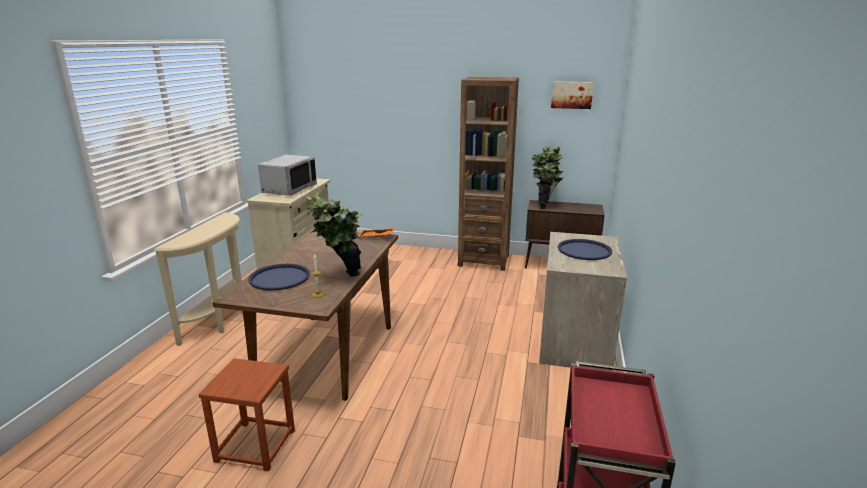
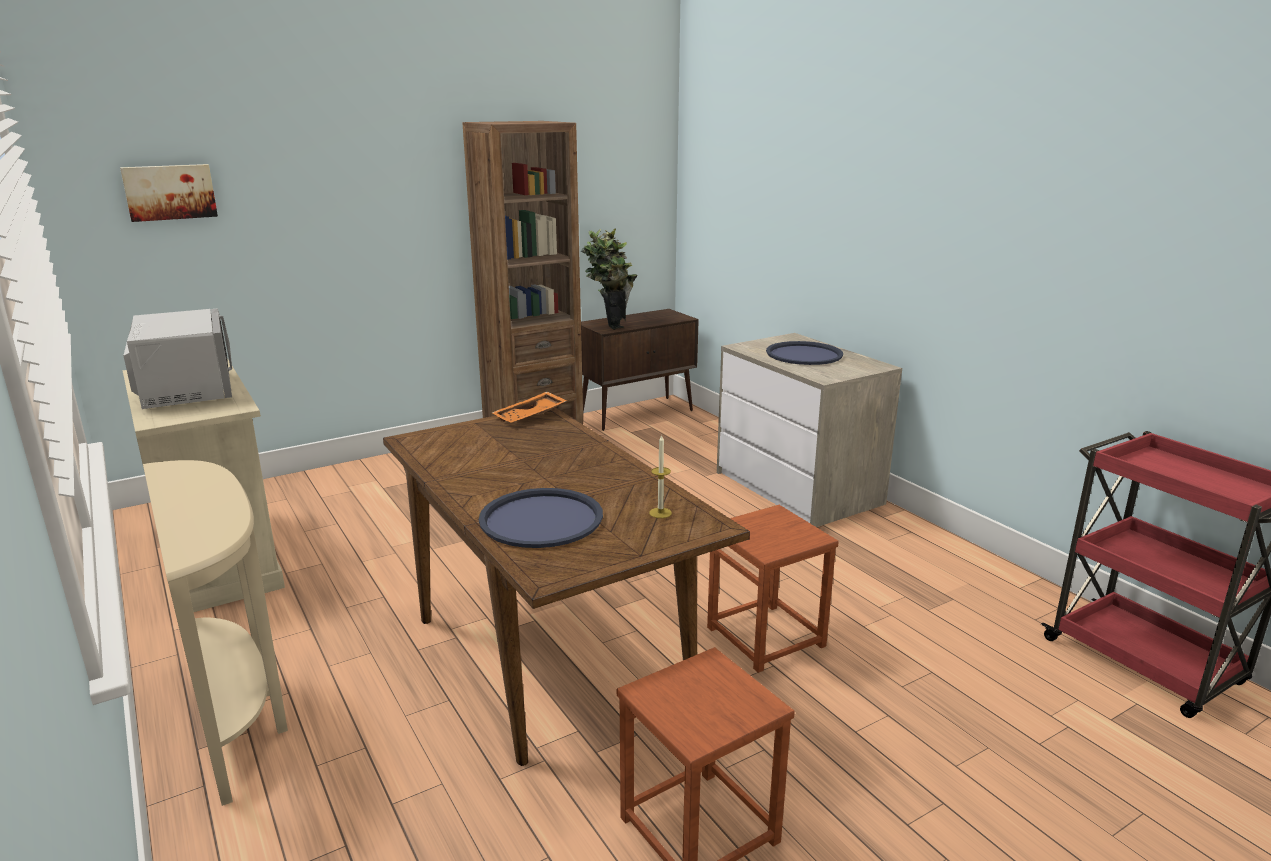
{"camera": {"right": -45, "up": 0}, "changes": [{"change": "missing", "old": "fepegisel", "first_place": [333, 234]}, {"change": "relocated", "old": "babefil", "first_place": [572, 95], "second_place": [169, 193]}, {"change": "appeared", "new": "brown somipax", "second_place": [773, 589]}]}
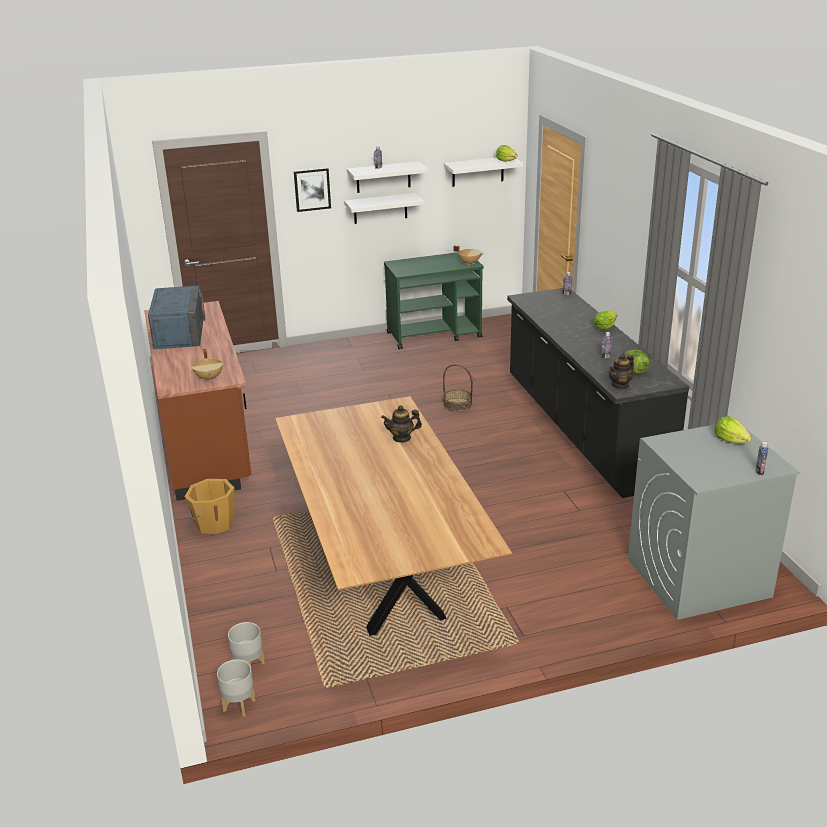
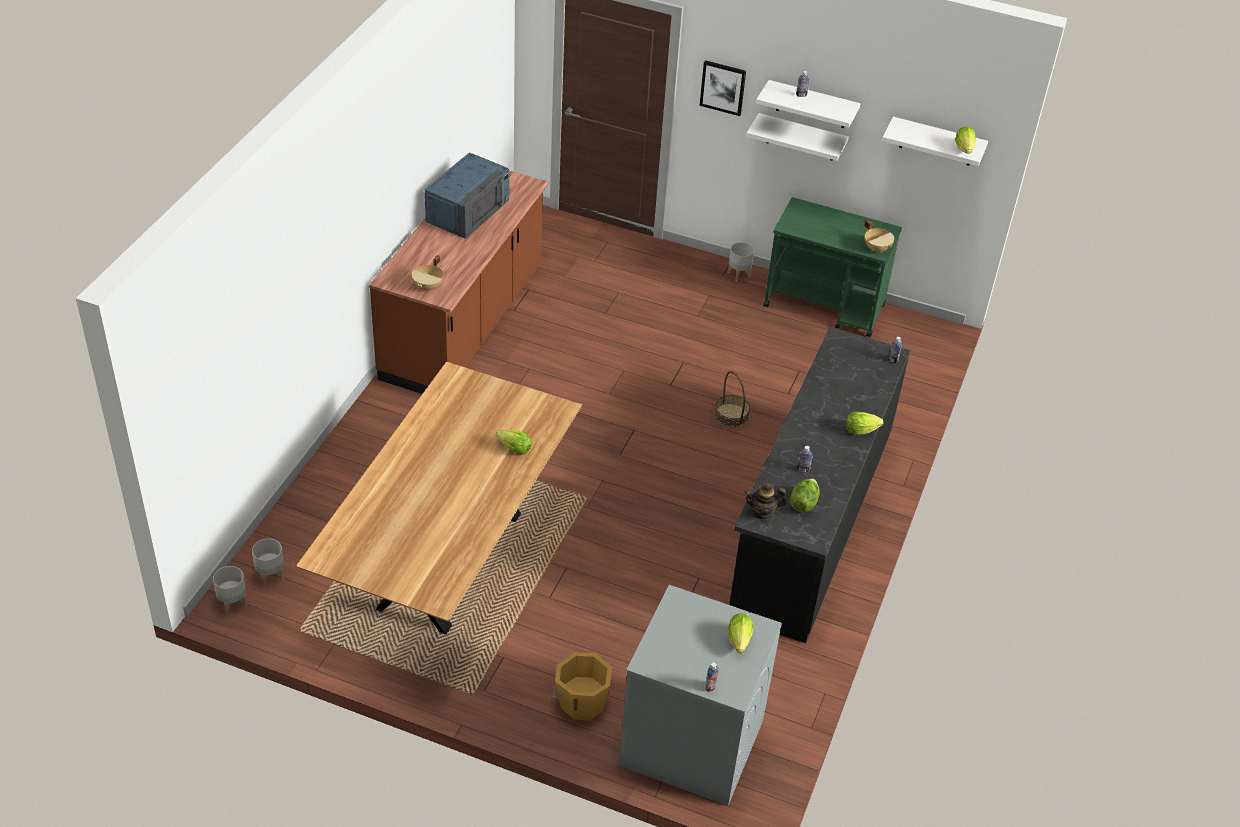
{"camera": {"right": 35, "up": 15}, "changes": [{"change": "relocated", "old": "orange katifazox", "first_place": [209, 506], "second_place": [582, 686]}, {"change": "exchanged", "old": "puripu", "new": "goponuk", "first_place": [401, 424], "second_place": [513, 442]}, {"change": "appeared", "new": "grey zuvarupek", "second_place": [741, 262]}]}
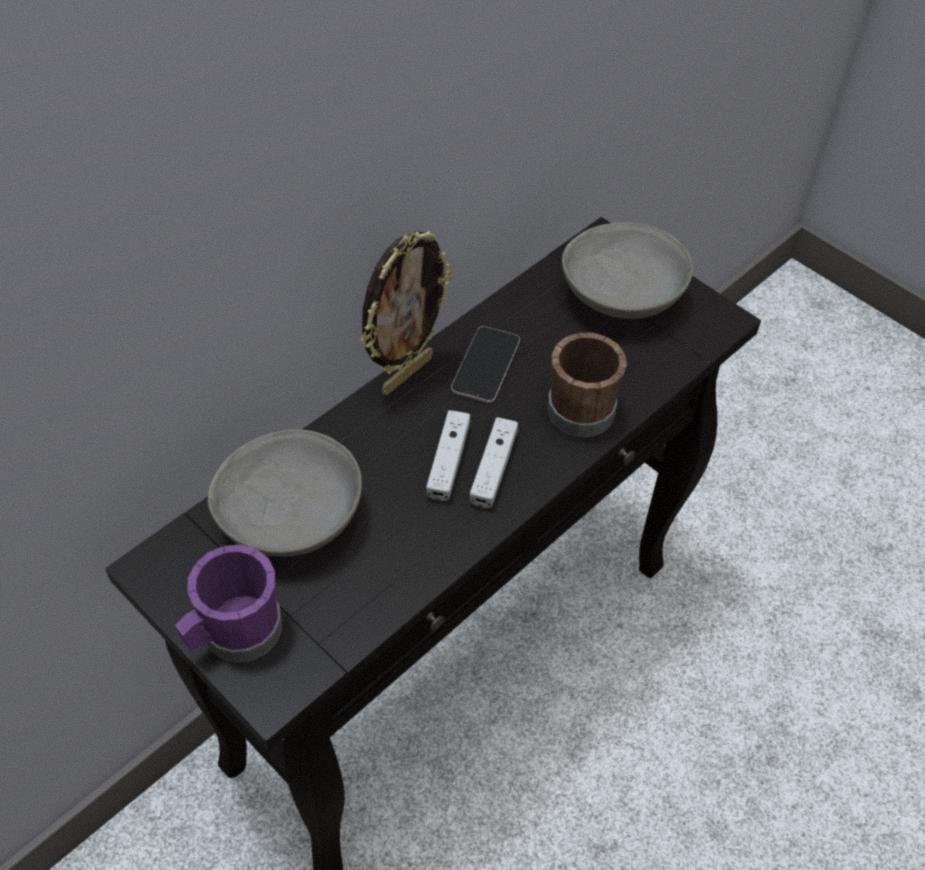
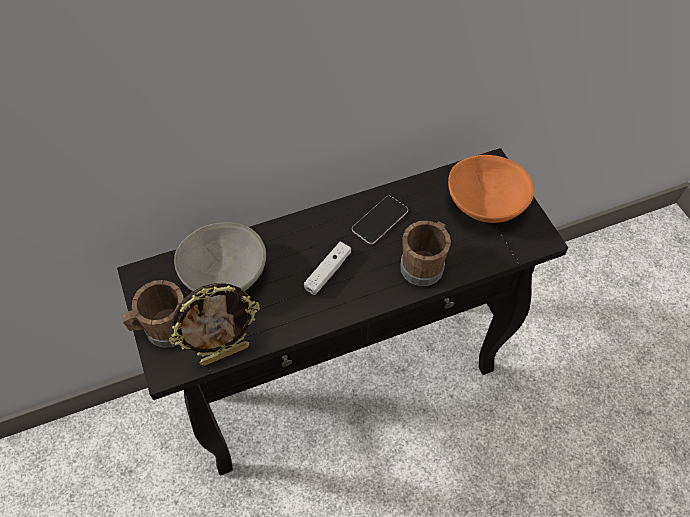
{"camera": {"right": 25, "up": 5}, "changes": [{"change": "colour", "old": "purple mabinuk", "new": "brown mabinuk", "first_place": [228, 604], "second_place": [153, 314]}, {"change": "relocated", "old": "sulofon", "first_place": [407, 312], "second_place": [214, 324]}, {"change": "missing", "old": "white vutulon", "first_place": [493, 462]}, {"change": "colour", "old": "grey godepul", "new": "orange godepul", "first_place": [627, 270], "second_place": [491, 189]}]}
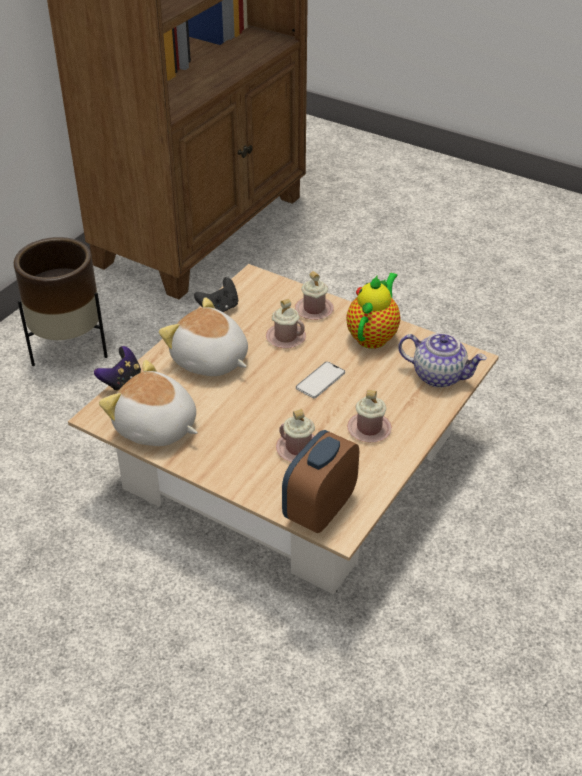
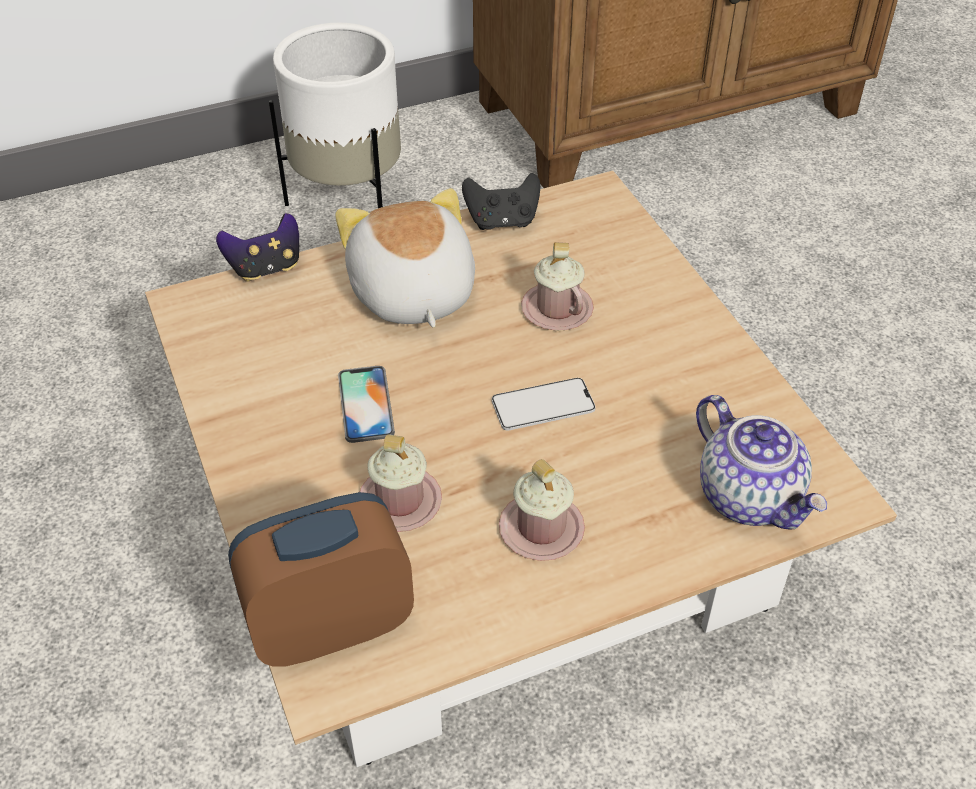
{"camera": {"right": 35, "up": 5}, "changes": [{"change": "colour", "old": "brown zuvarupek", "new": "white zuvarupek", "first_place": [61, 301], "second_place": [335, 115]}, {"change": "missing", "old": "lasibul", "first_place": [148, 403]}, {"change": "missing", "old": "pink mabinuk", "first_place": [314, 295]}, {"change": "missing", "old": "puripu", "first_place": [373, 311]}, {"change": "appeared", "new": "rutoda", "second_place": [366, 404]}]}
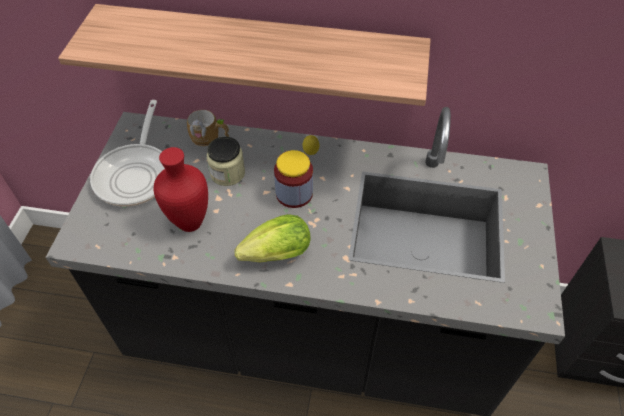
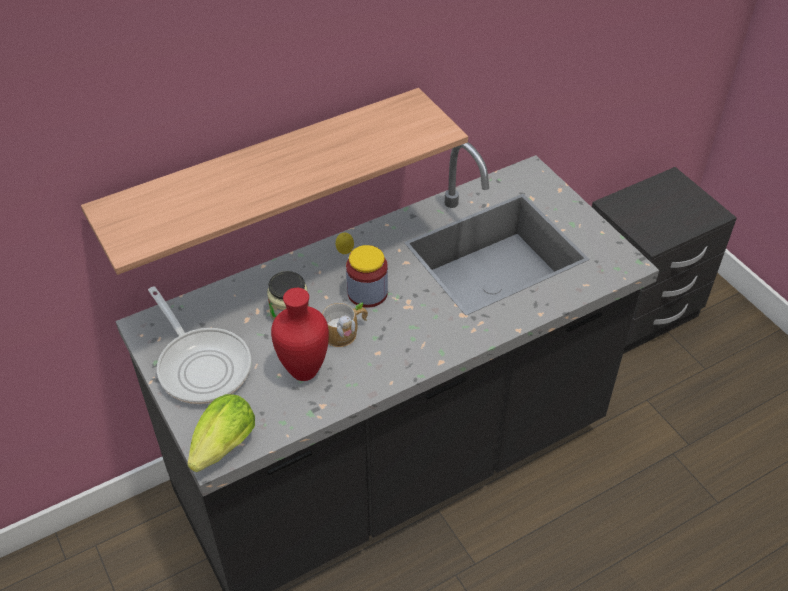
{"camera": {"right": -40, "up": -5}, "changes": [{"change": "relocated", "old": "mabinuk", "first_place": [208, 128], "second_place": [345, 324]}, {"change": "relocated", "old": "goponuk", "first_place": [272, 238], "second_place": [221, 433]}]}
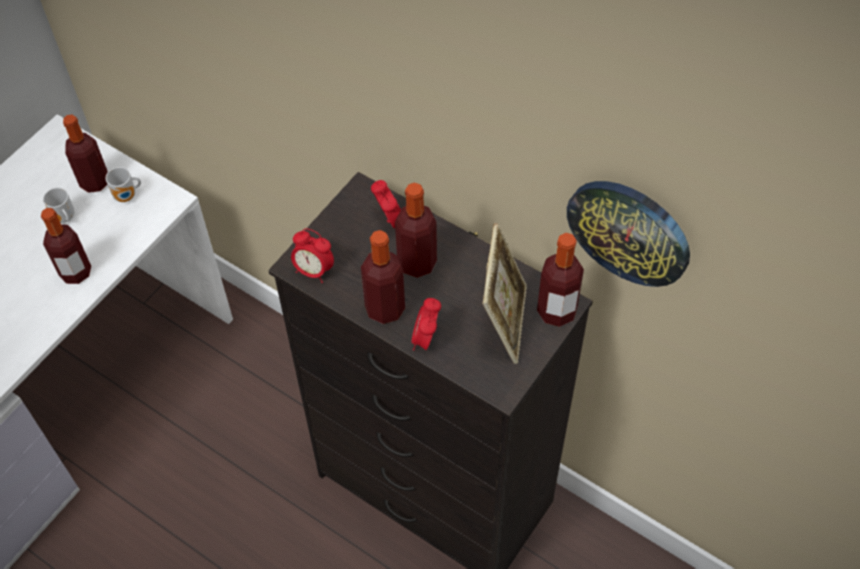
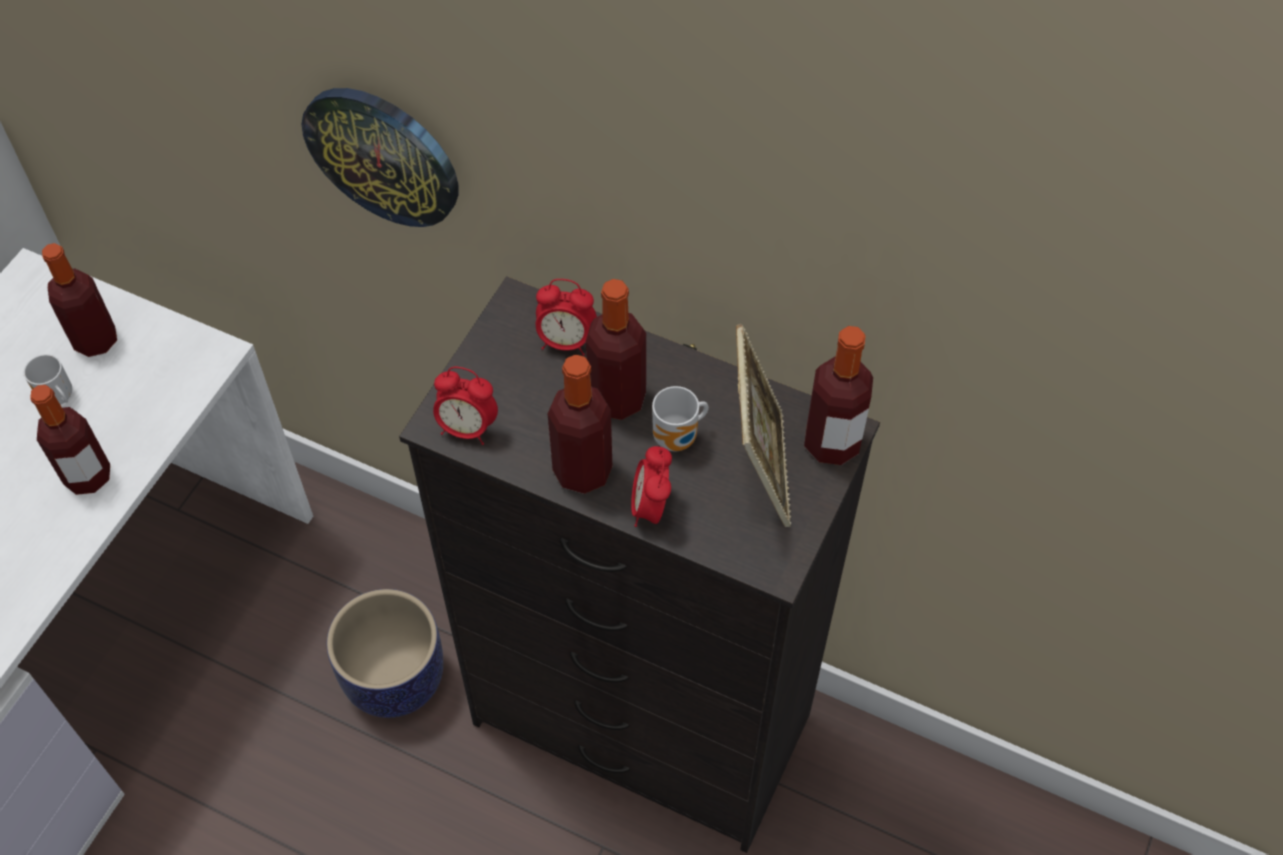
{"camera": {"right": -10, "up": 0}, "changes": [{"change": "relocated", "old": "mabinuk", "first_place": [123, 184], "second_place": [680, 418]}, {"change": "spun", "old": "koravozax", "first_place": [386, 204], "second_place": [566, 317], "degrees": 135}, {"change": "relocated", "old": "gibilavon", "first_place": [628, 234], "second_place": [379, 157]}, {"change": "appeared", "new": "zuvarupek", "second_place": [385, 653]}]}
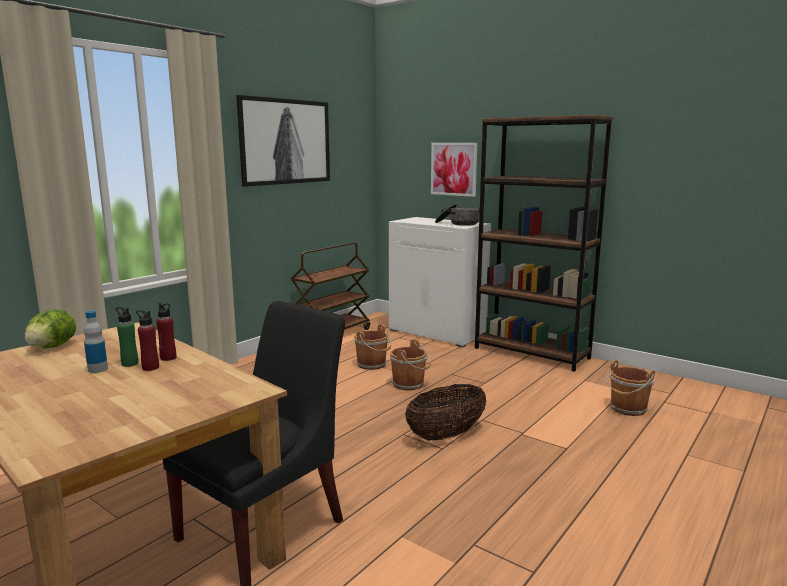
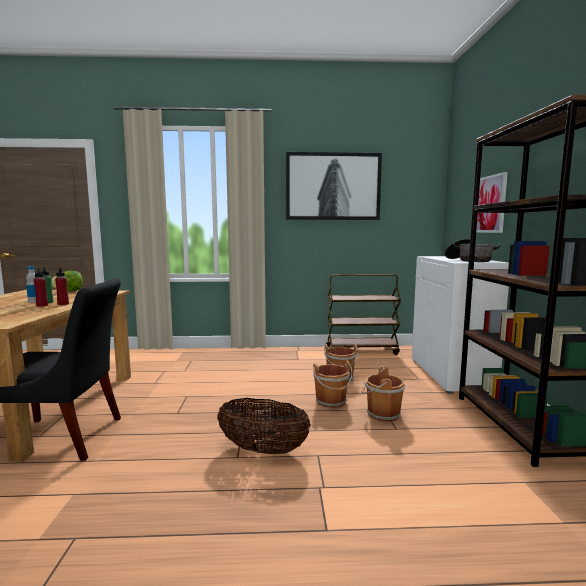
{"camera": {"right": 50, "up": -5}, "changes": [{"change": "relocated", "old": "brown katifazox", "first_place": [630, 388], "second_place": [383, 394]}]}
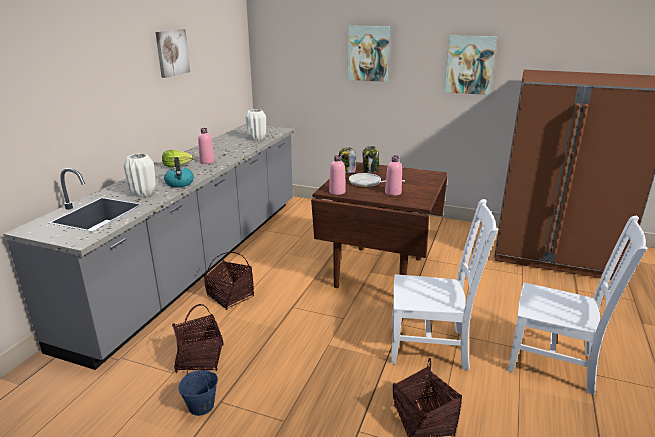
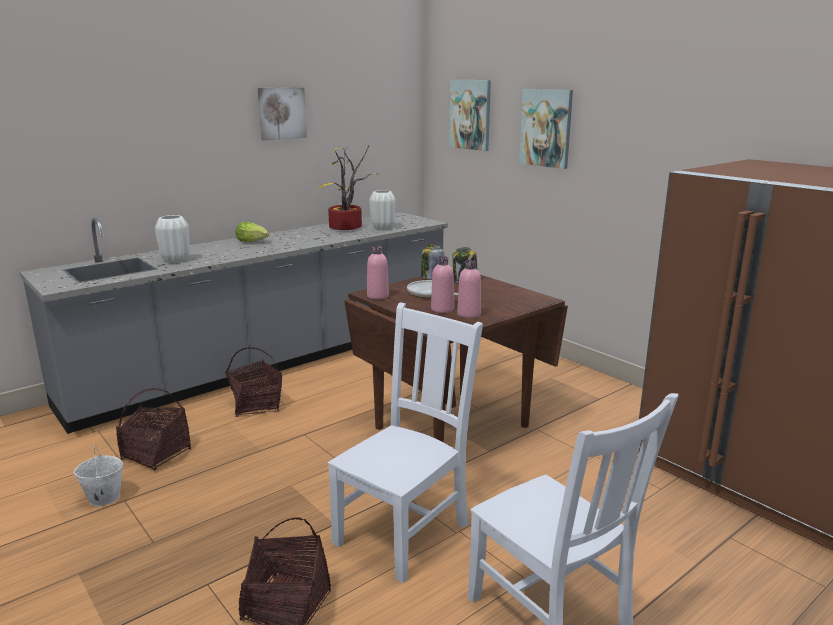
{"camera": {"right": 30, "up": -5}, "changes": [{"change": "missing", "old": "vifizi", "first_place": [179, 172]}, {"change": "colour", "old": "blue katifazox", "new": "white katifazox", "first_place": [198, 390], "second_place": [98, 475]}, {"change": "relocated", "old": "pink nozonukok", "first_place": [206, 146], "second_place": [469, 289]}, {"change": "spun", "old": "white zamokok", "first_place": [444, 285], "second_place": [405, 443], "degrees": -90}, {"change": "relocated", "old": "babefil", "first_place": [470, 65], "second_place": [470, 115]}, {"change": "appeared", "new": "fepegisel", "second_place": [348, 188]}]}
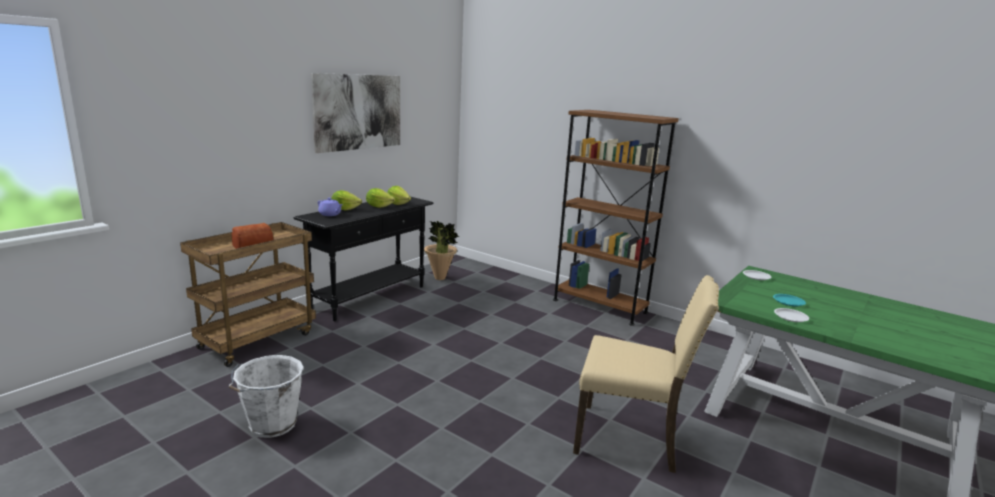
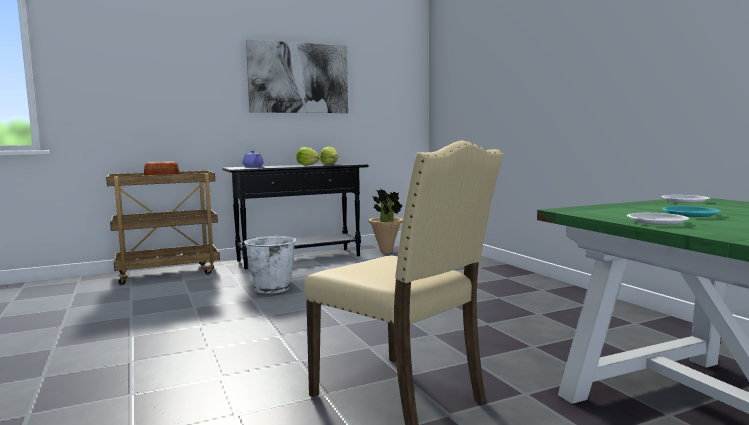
{"camera": {"right": 30, "up": -10}, "changes": [{"change": "relocated", "old": "white katifazox", "first_place": [266, 396], "second_place": [267, 265]}, {"change": "missing", "old": "goponuk", "first_place": [346, 200]}, {"change": "missing", "old": "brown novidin", "first_place": [616, 218]}]}
